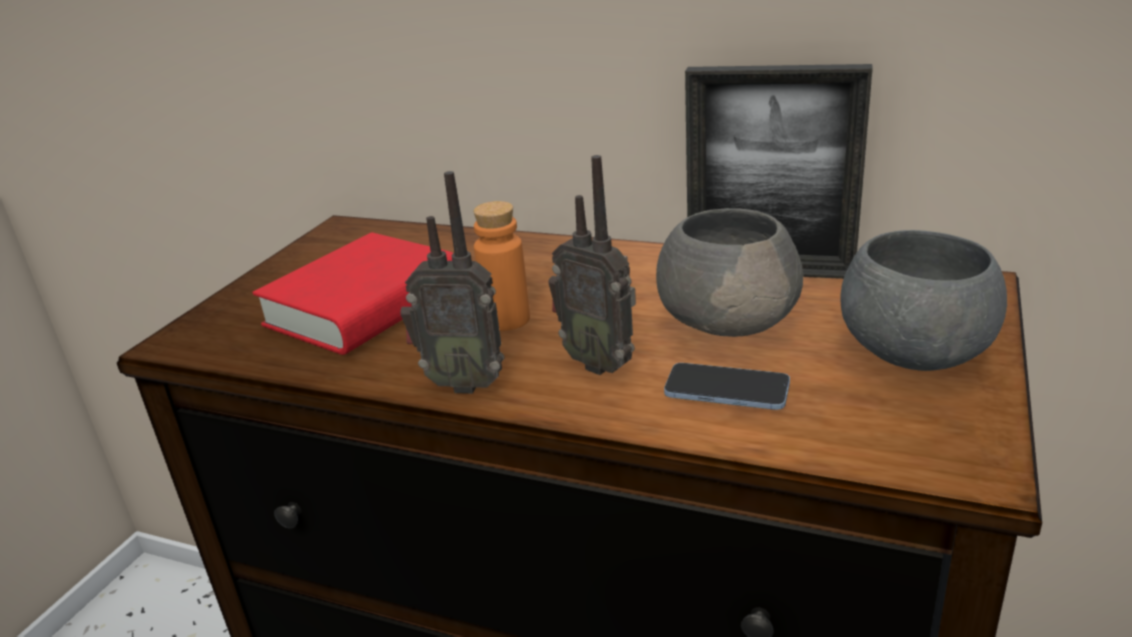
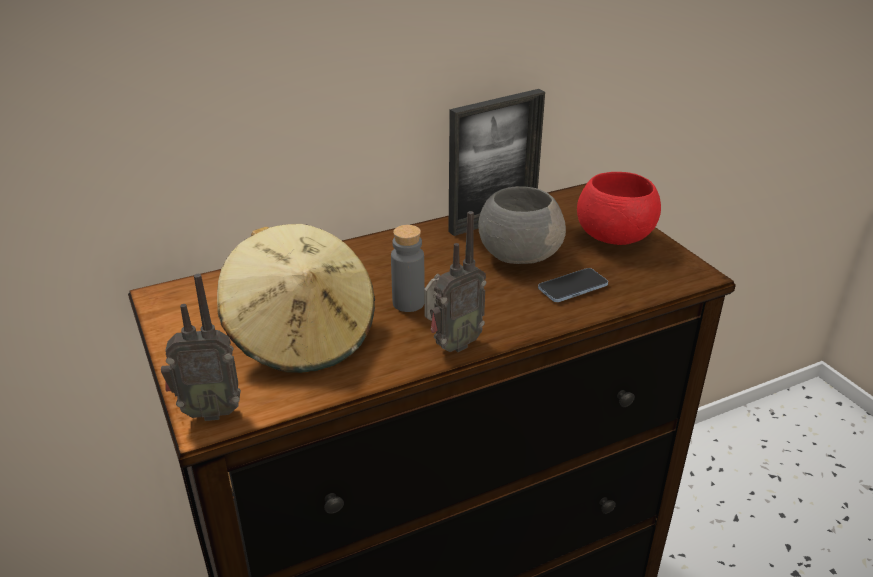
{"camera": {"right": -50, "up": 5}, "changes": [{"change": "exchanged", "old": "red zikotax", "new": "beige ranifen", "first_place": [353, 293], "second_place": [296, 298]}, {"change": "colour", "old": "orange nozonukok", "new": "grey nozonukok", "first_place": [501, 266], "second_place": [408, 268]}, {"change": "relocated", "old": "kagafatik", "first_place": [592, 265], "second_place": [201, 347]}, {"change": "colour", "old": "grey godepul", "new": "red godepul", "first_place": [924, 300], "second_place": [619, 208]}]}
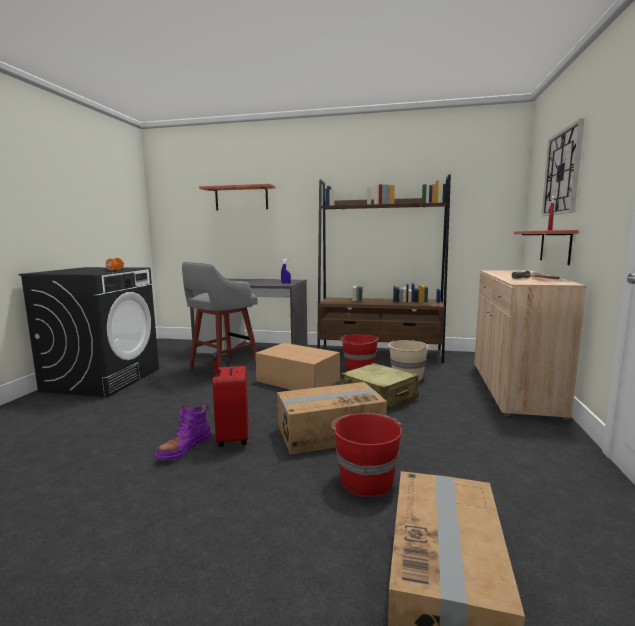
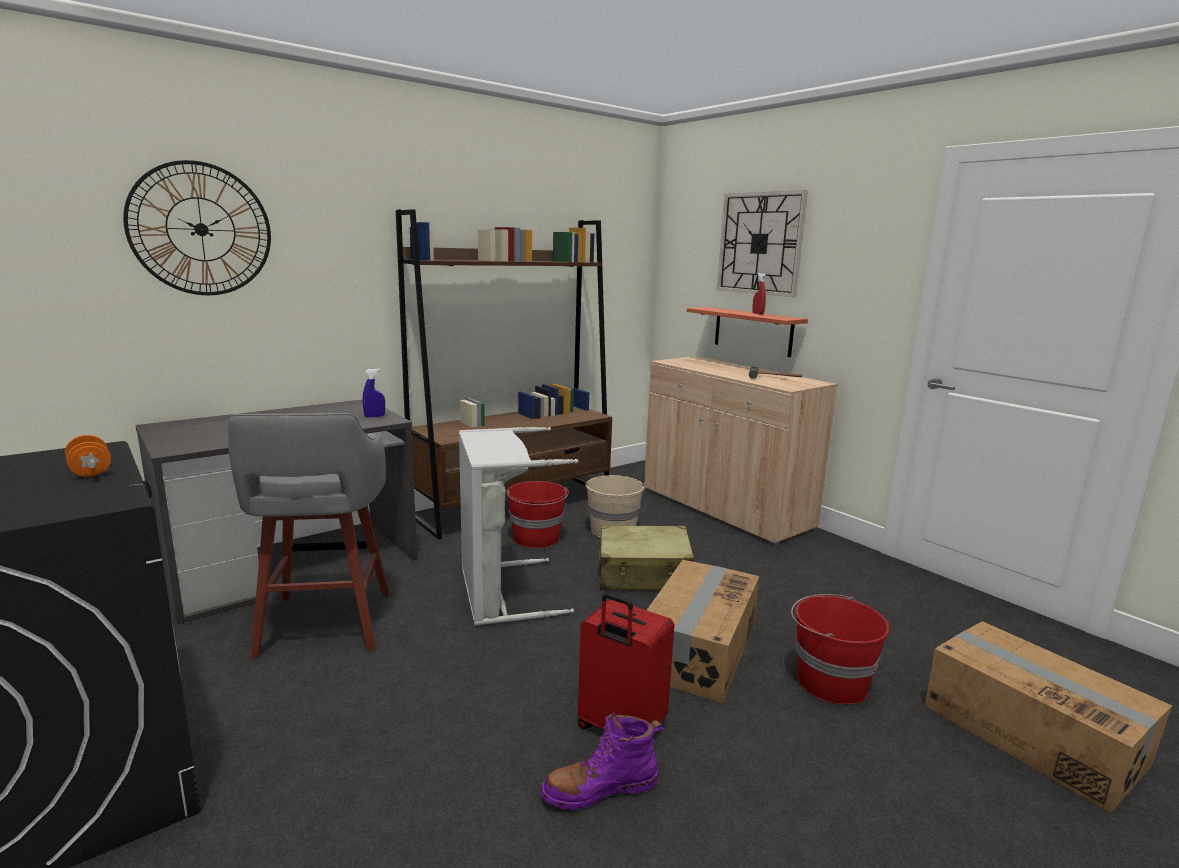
{"camera": {"right": -50, "up": 5}, "changes": [{"change": "spun", "old": "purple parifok", "first_place": [183, 432], "second_place": [602, 760], "degrees": 90}, {"change": "exchanged", "old": "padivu", "new": "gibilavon", "first_place": [237, 197], "second_place": [197, 227]}, {"change": "exchanged", "old": "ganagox", "new": "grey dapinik", "first_place": [297, 366], "second_place": [518, 526]}]}
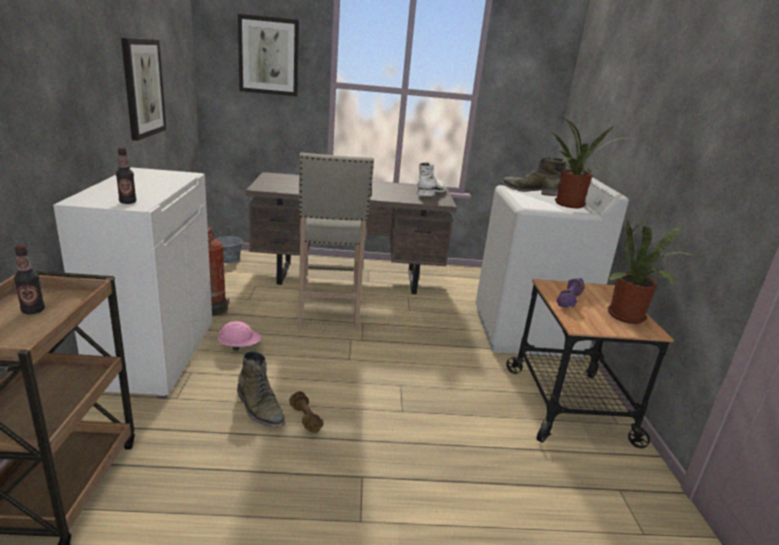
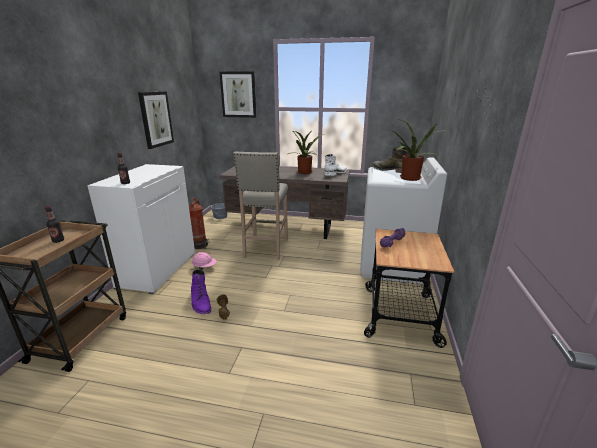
{"camera": {"right": 15, "up": 0}, "changes": [{"change": "colour", "old": "green parifok", "new": "purple parifok", "first_place": [261, 389], "second_place": [201, 291]}, {"change": "relocated", "old": "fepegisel", "first_place": [651, 270], "second_place": [306, 152]}]}
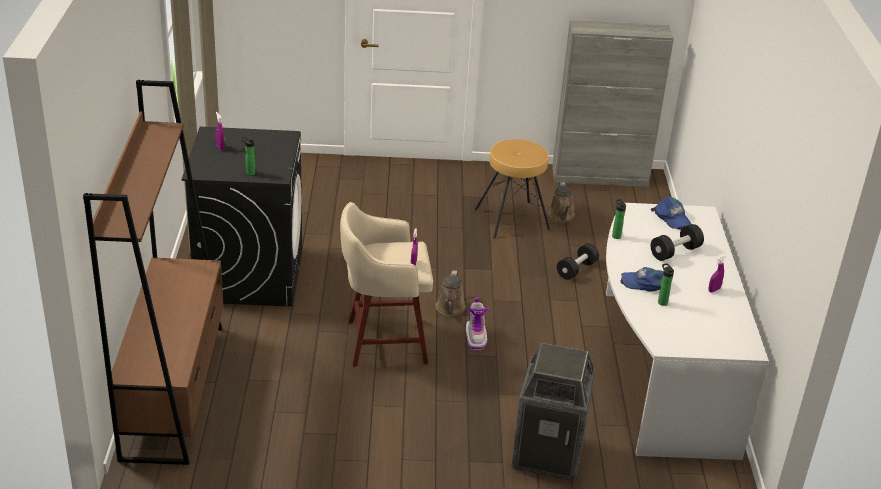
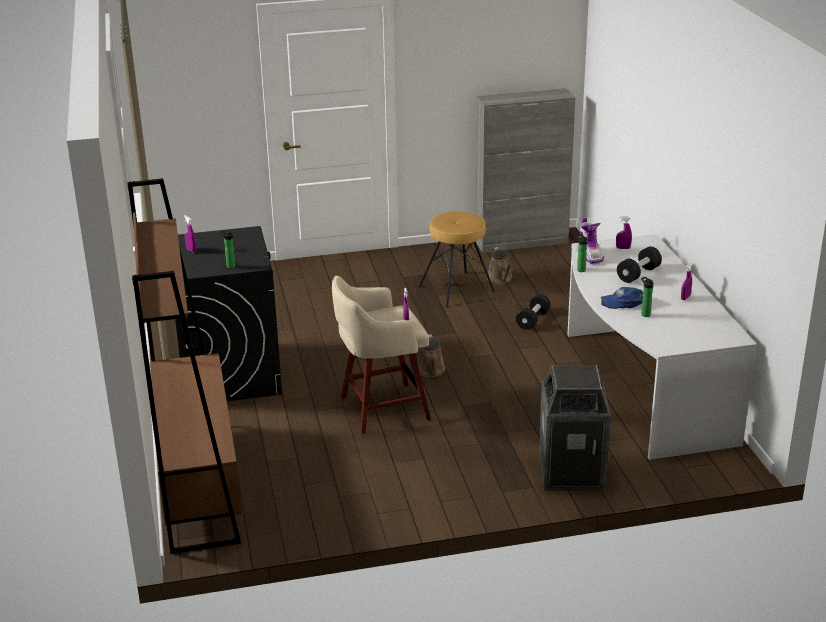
{"camera": {"right": -10, "up": -5}, "changes": [{"change": "relocated", "old": "parifok", "first_place": [478, 324], "second_place": [590, 241]}, {"change": "exchanged", "old": "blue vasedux", "new": "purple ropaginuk", "first_place": [671, 213], "second_place": [624, 232]}]}
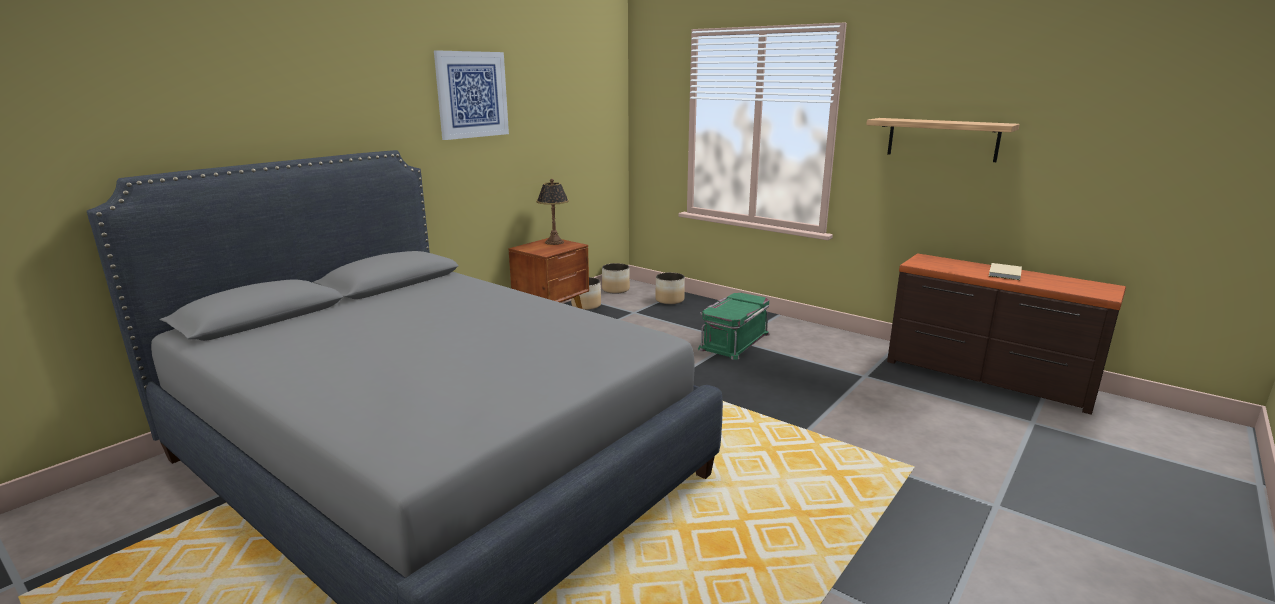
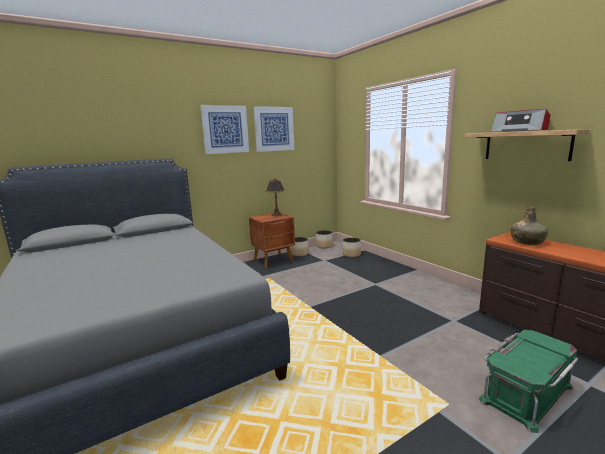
{"camera": {"right": 20, "up": -5}, "changes": [{"change": "relocated", "old": "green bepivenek", "first_place": [734, 326], "second_place": [528, 381]}, {"change": "missing", "old": "beige zikotax", "first_place": [1005, 271]}, {"change": "appeared", "new": "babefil", "second_place": [274, 129]}, {"change": "appeared", "new": "kagafatik", "second_place": [520, 120]}, {"change": "appeared", "new": "green nozonukok", "second_place": [529, 226]}]}
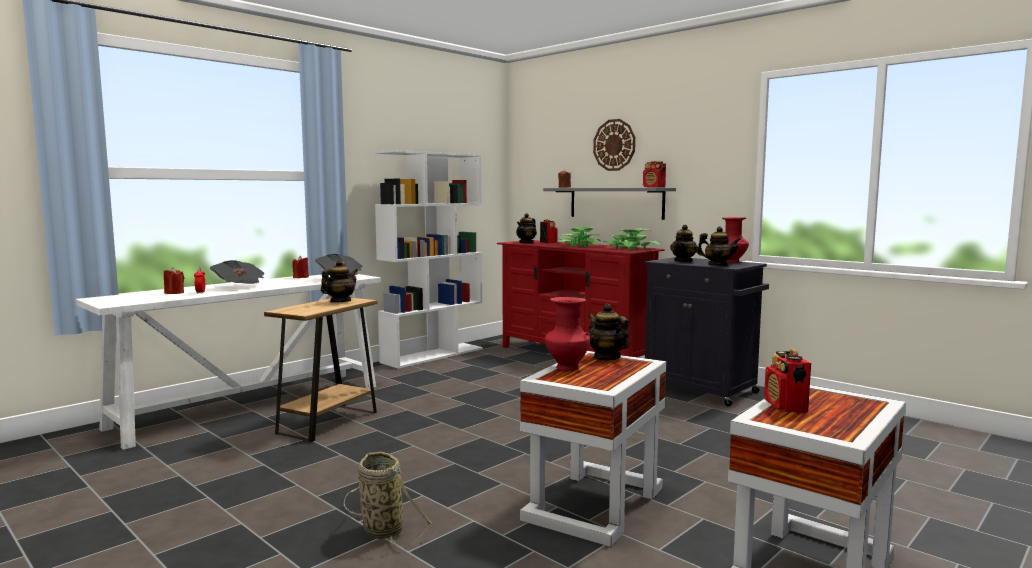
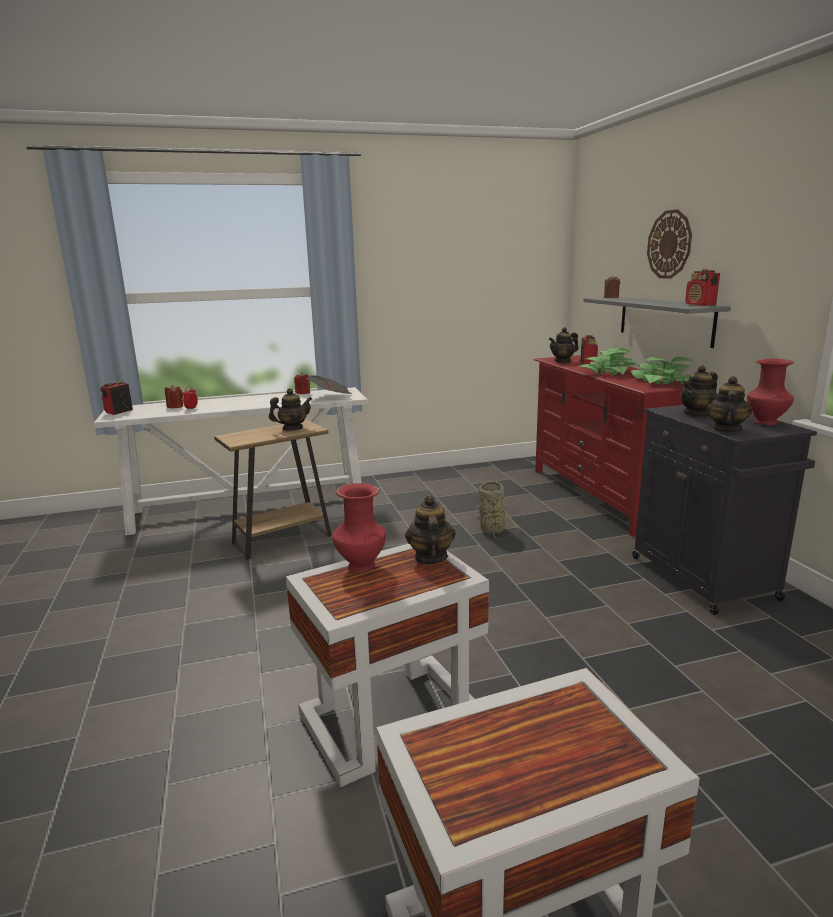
{"camera": {"right": 30, "up": 10}, "changes": [{"change": "missing", "old": "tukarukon", "first_place": [237, 272]}, {"change": "relocated", "old": "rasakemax", "first_place": [388, 499], "second_place": [497, 510]}, {"change": "missing", "old": "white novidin", "first_place": [428, 259]}, {"change": "spun", "old": "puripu", "first_place": [718, 246], "second_place": [729, 404], "degrees": -120}, {"change": "relocated", "old": "kagafatik", "first_place": [787, 380], "second_place": [116, 398]}]}
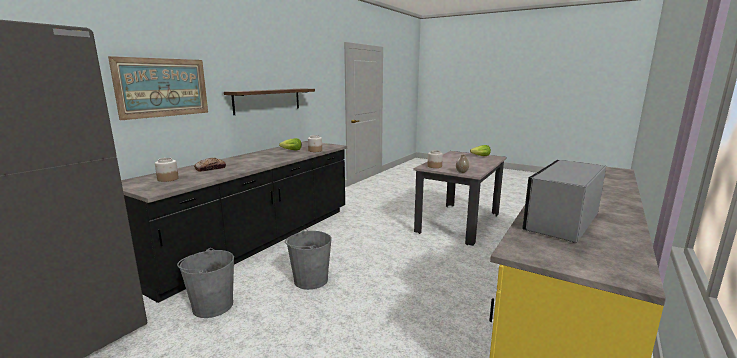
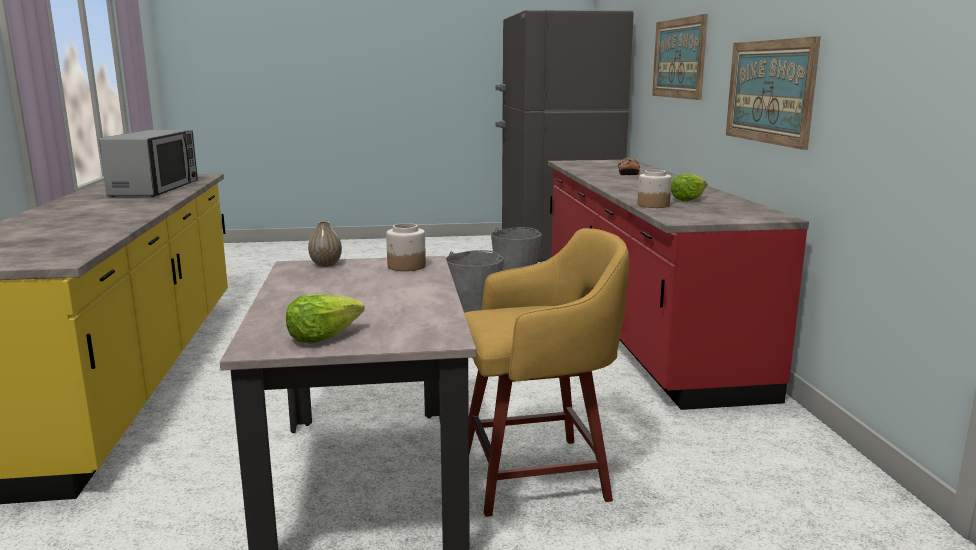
{"camera": {"right": 140, "up": 0}, "changes": [{"change": "colour", "old": "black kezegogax", "new": "red kezegogax", "first_place": [234, 222], "second_place": [678, 285]}, {"change": "missing", "old": "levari", "first_place": [167, 170]}, {"change": "exchanged", "old": "padivu", "new": "babefil", "first_place": [269, 102], "second_place": [773, 93]}, {"change": "appeared", "new": "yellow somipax", "second_place": [546, 372]}]}
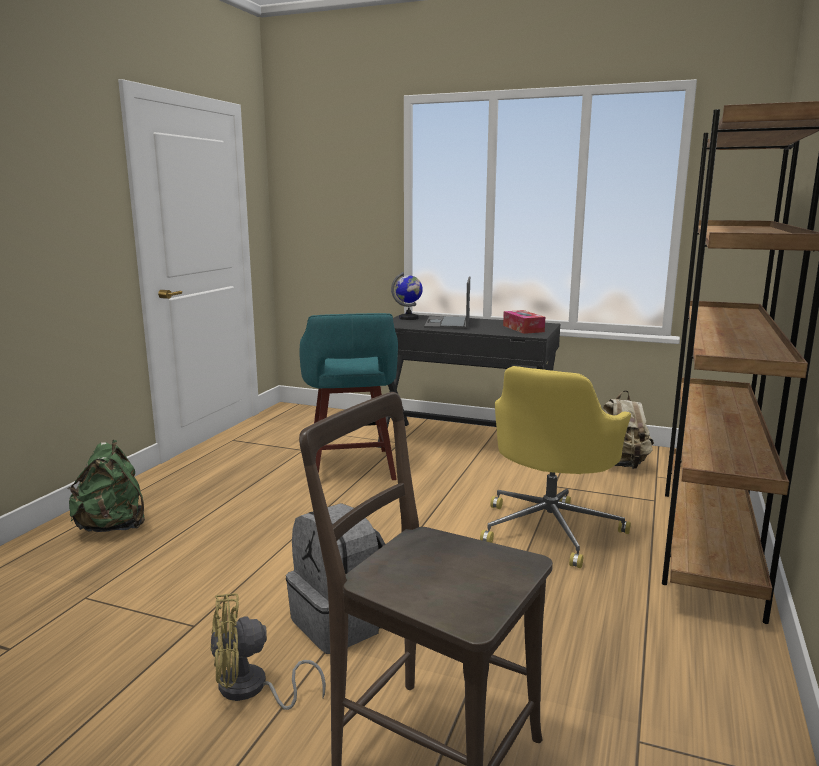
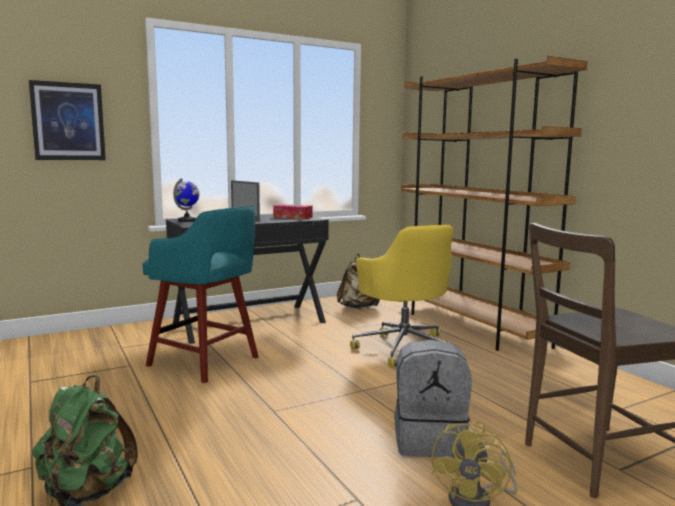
{"camera": {"right": -50, "up": -5}, "changes": [{"change": "appeared", "new": "babefil", "second_place": [67, 120]}]}
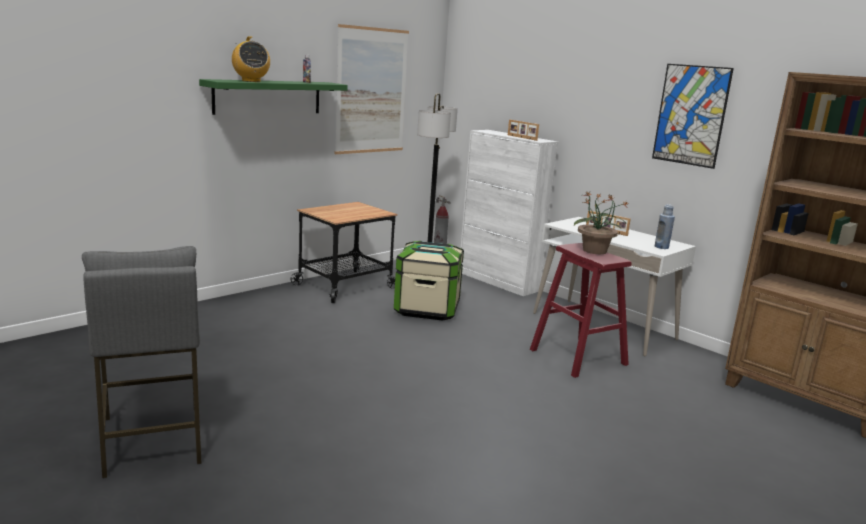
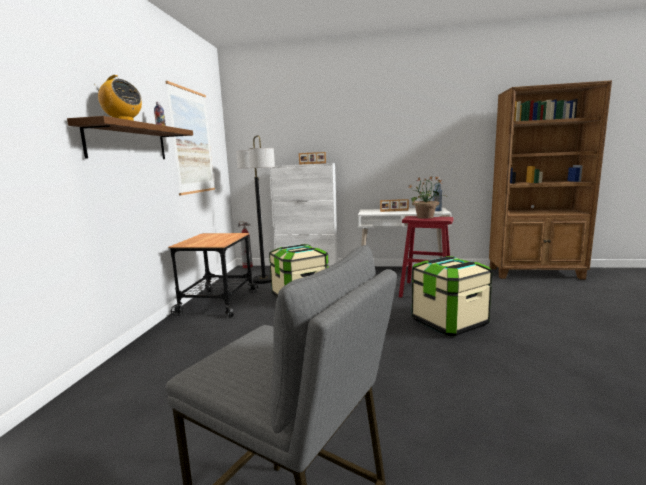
{"camera": {"right": -35, "up": -5}, "changes": [{"change": "colour", "old": "green padivu", "new": "brown padivu", "first_place": [273, 97], "second_place": [130, 137]}, {"change": "missing", "old": "babefil", "first_place": [693, 116]}, {"change": "appeared", "new": "bepivenek", "second_place": [452, 296]}]}
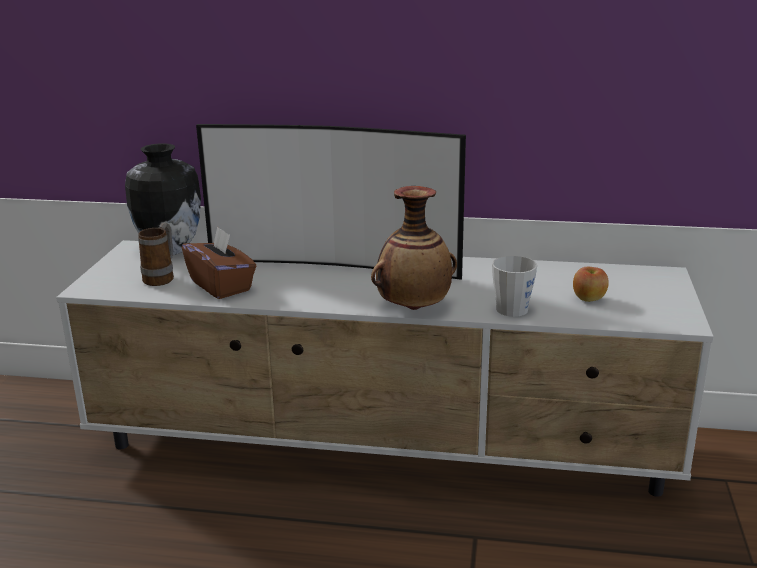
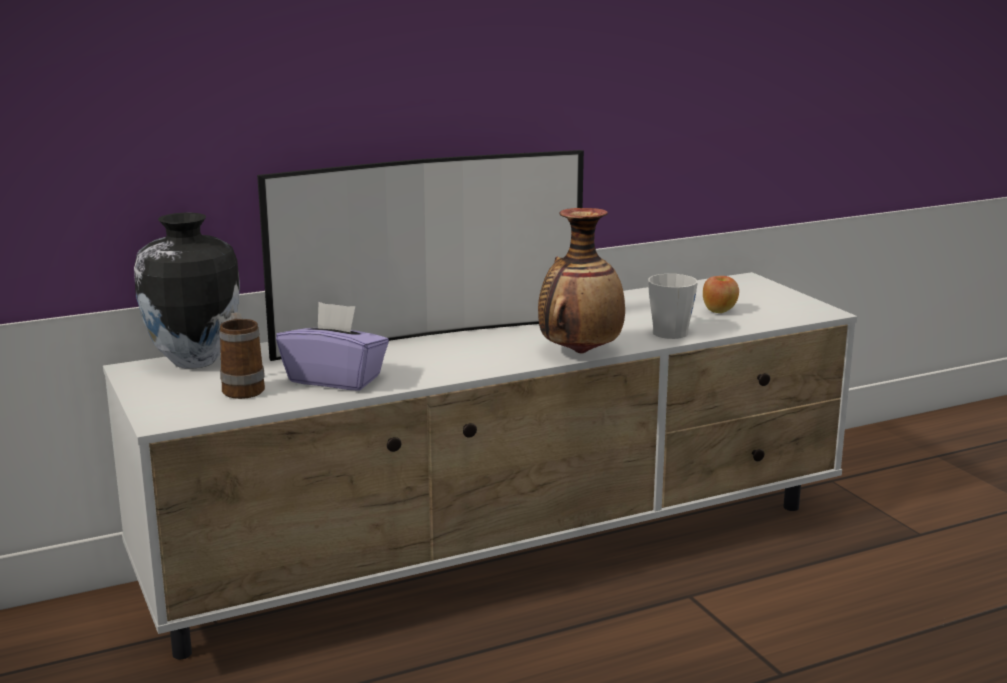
{"camera": {"right": -35, "up": -5}, "changes": [{"change": "colour", "old": "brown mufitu", "new": "purple mufitu", "first_place": [219, 262], "second_place": [332, 346]}]}
